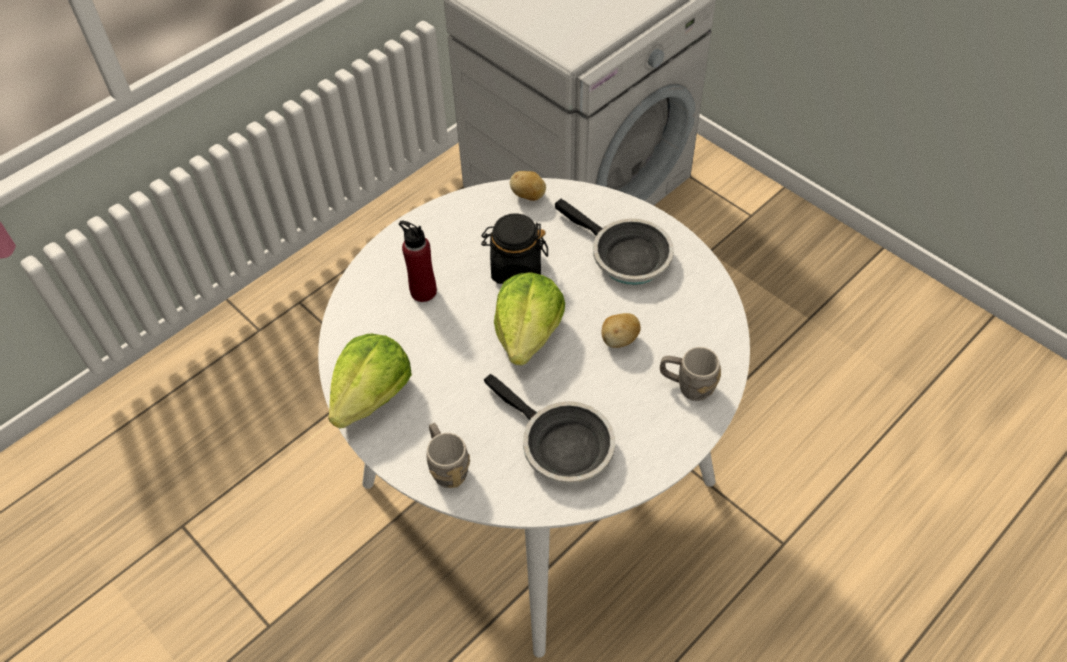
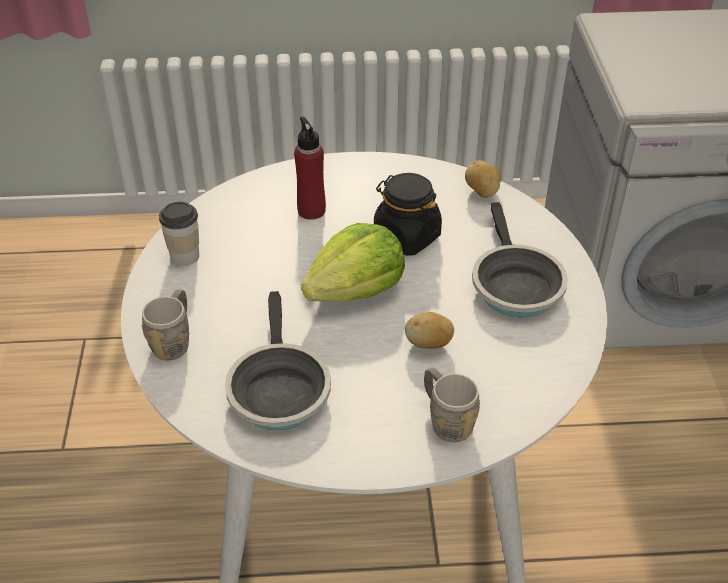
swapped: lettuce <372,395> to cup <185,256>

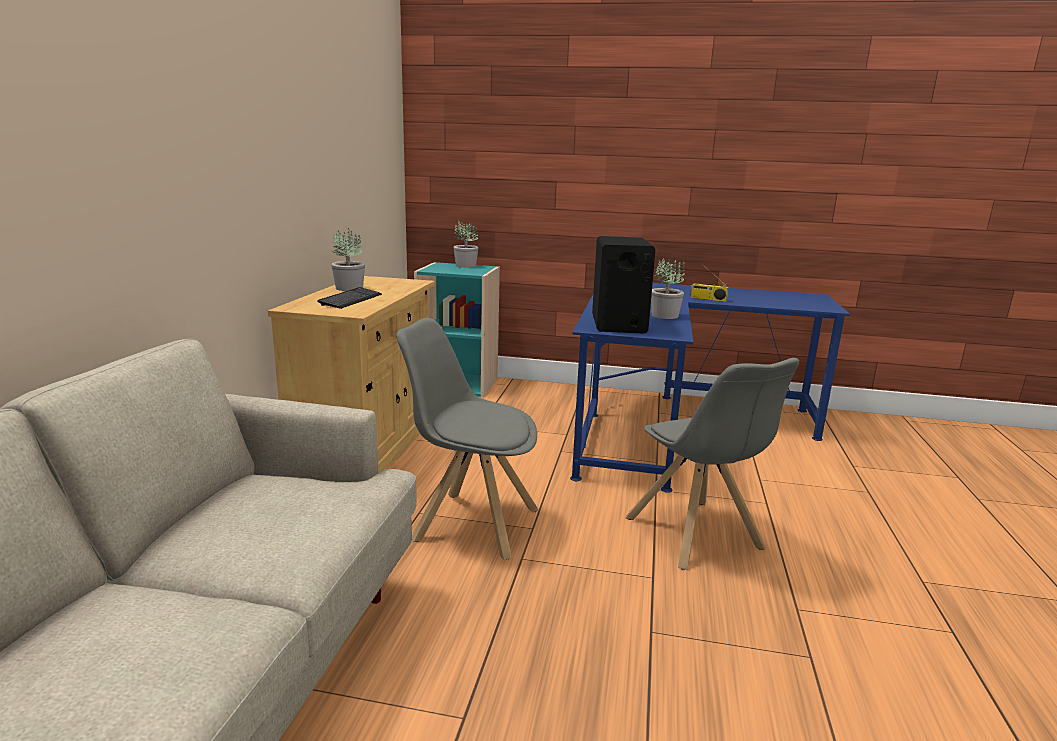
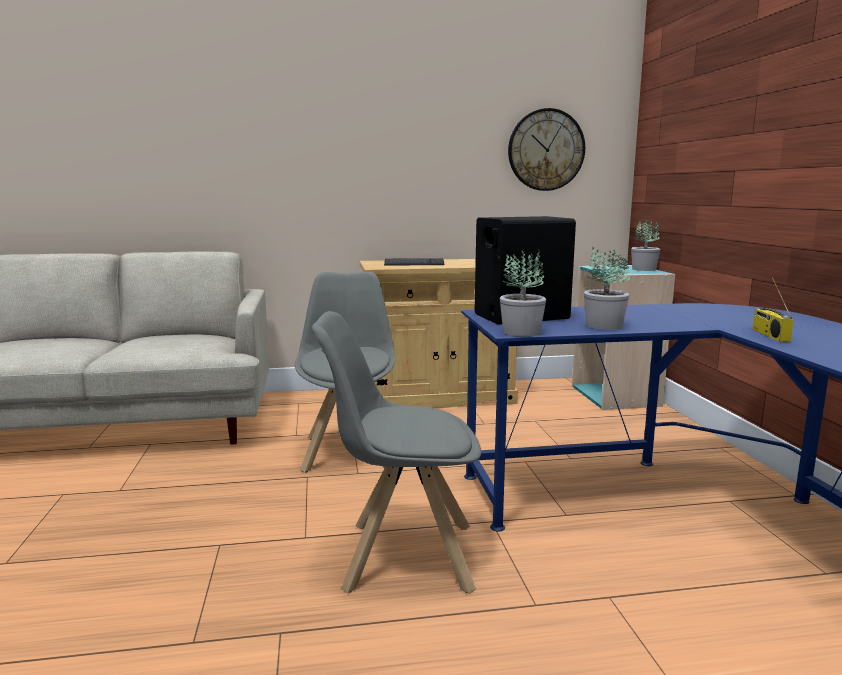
new: wall clock <546,150>
shifted: potted plant <349,288> to <521,332>
rotated: chair (grey) <697,536> = <402,556> 45 degrees clockwise

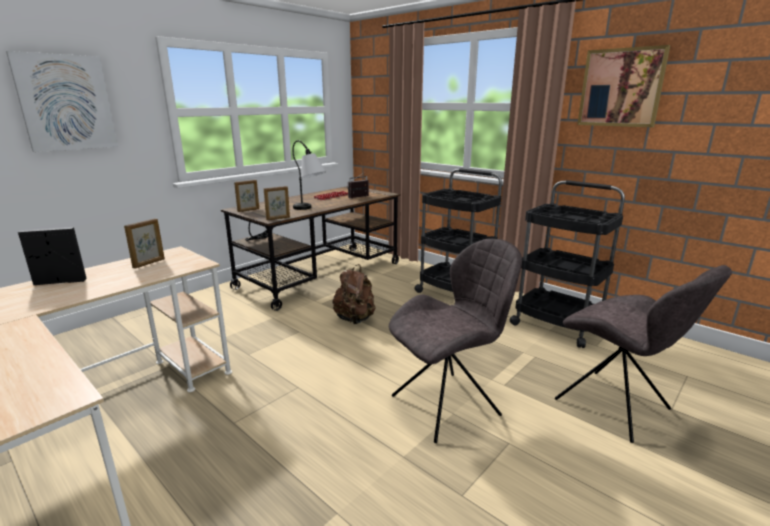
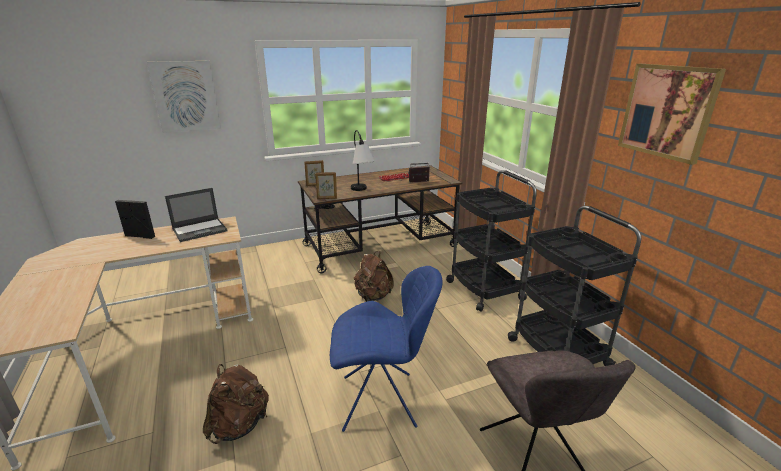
new: backpack (brown) <239,425>
swapped: picture frame <149,263> to laptop <200,230>
repainted: chair (grey) <448,404> to chair (blue) <382,401>

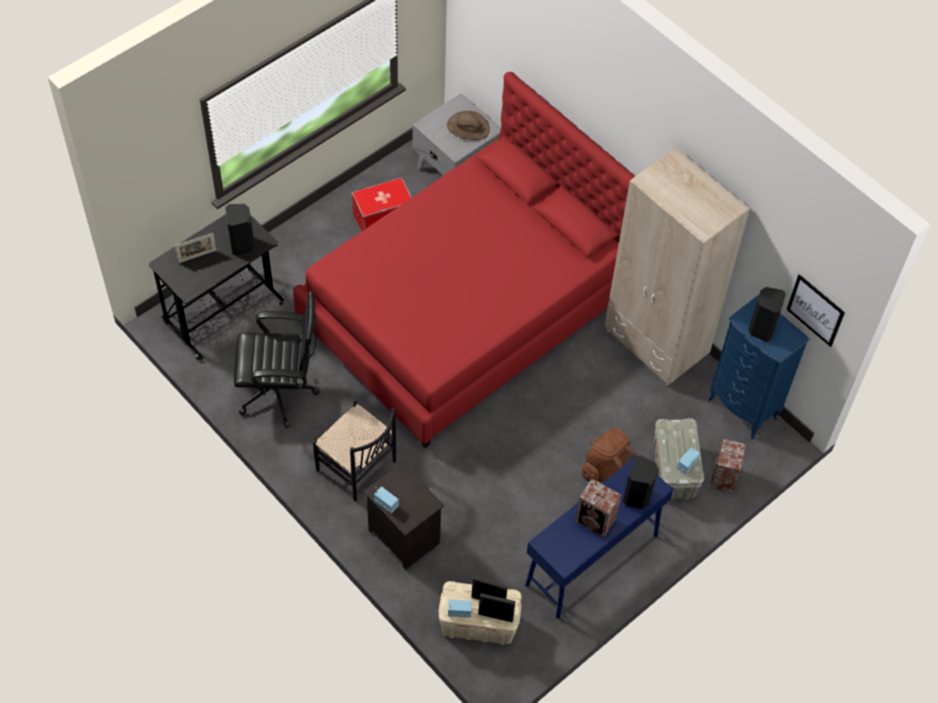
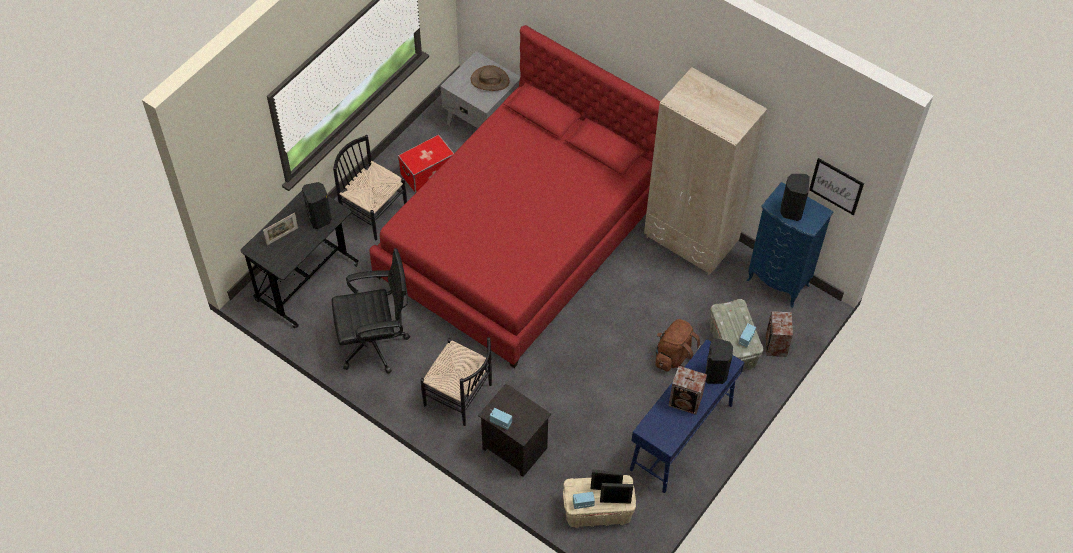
new: chair (black) <372,212>

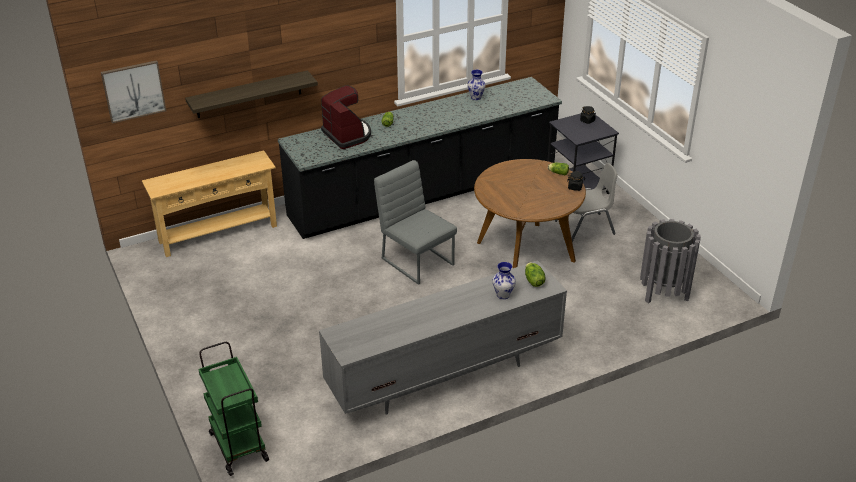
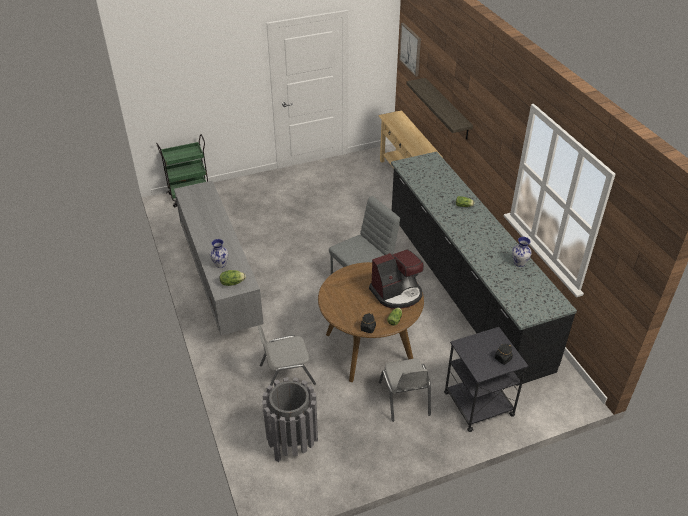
new: chair (grey) <287,374>
shifted: coffee machine <347,135> to <397,293>

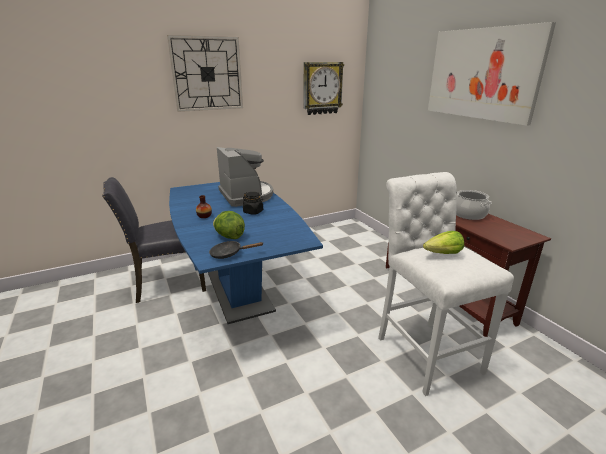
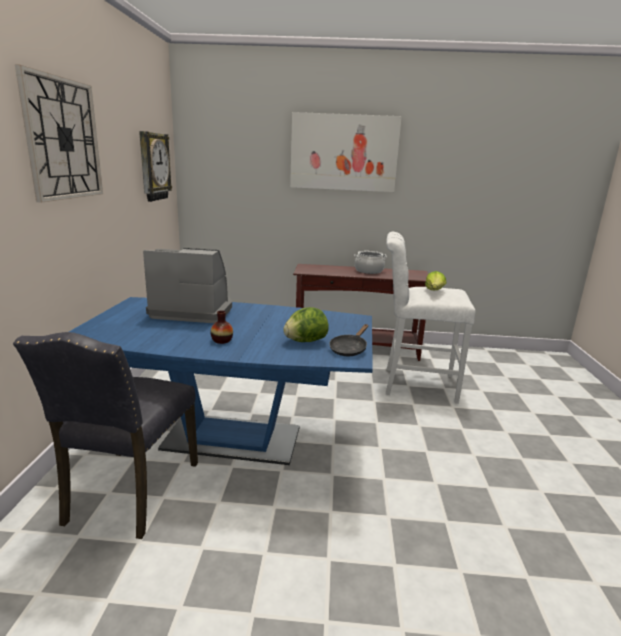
gone: jar (black) <253,212>

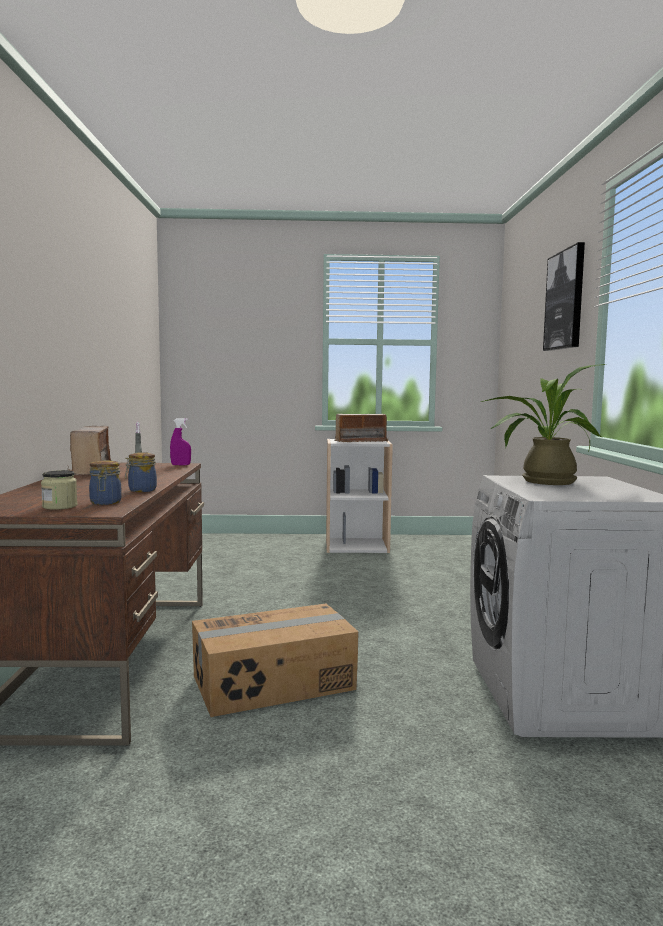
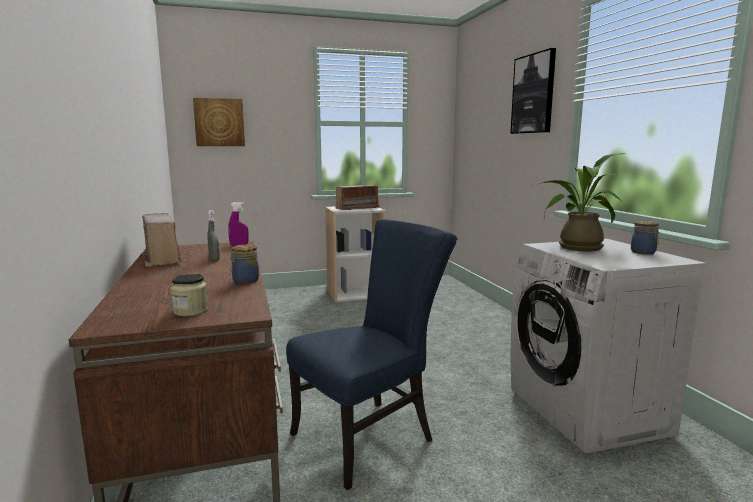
new: picture <219,122>
shifted: jar <105,503> to <644,252>
swapped: cardboard box <274,683> to chair (blue) <370,435>

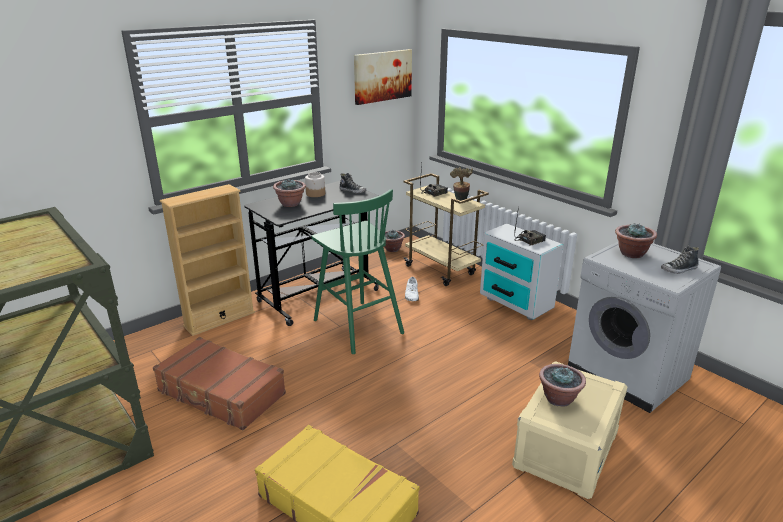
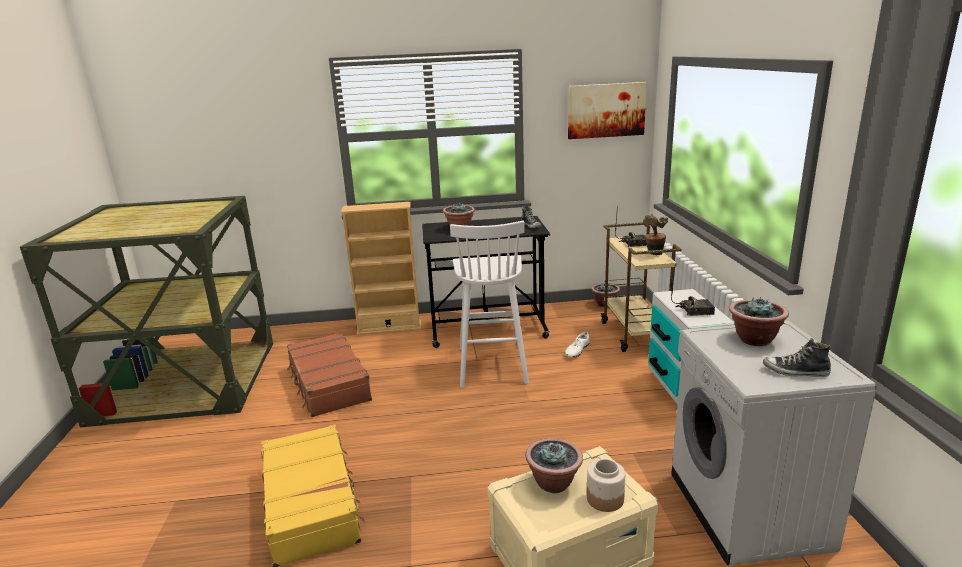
shifted: jar <316,194> to <605,499>
repainted: stool (green) <357,326> to stool (white) <492,364>

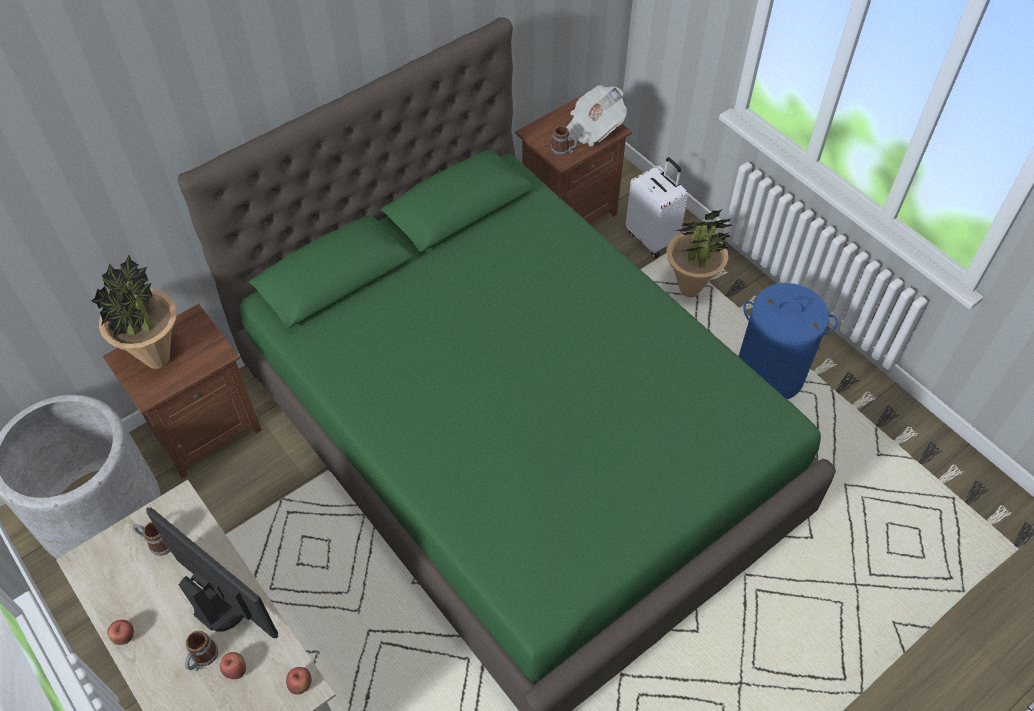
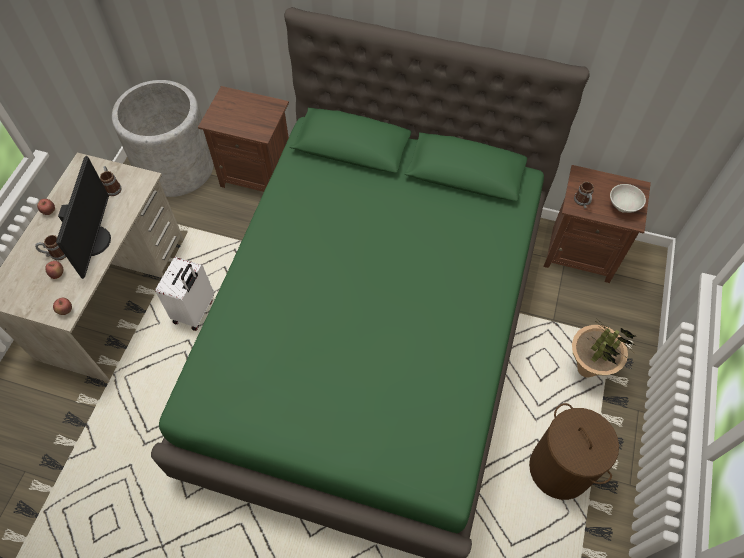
gone: potted plant <158,359>
shifted: suitcase (white) <653,238> to <195,311>
swapped: newspaper <593,128> to bowl (white) <621,207>
repainted: laundry basket (blue) <770,373> to laundry basket (brown) <560,469>

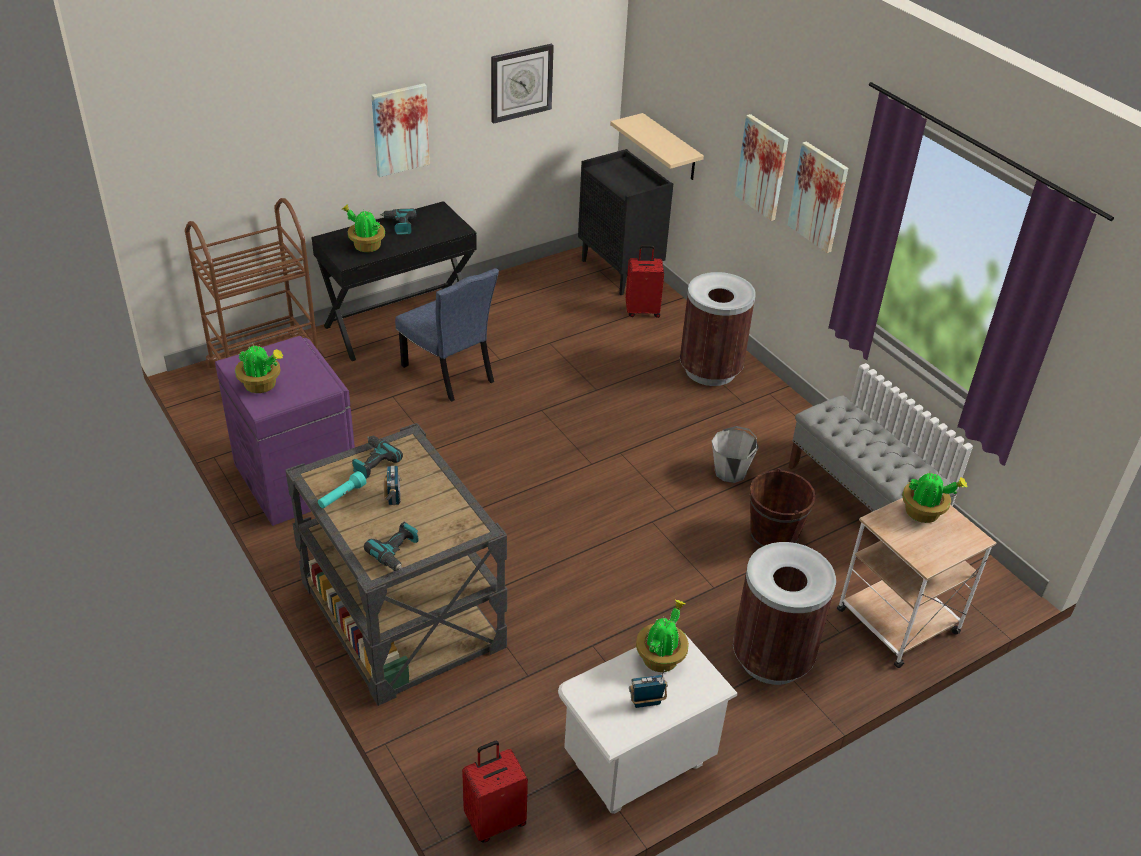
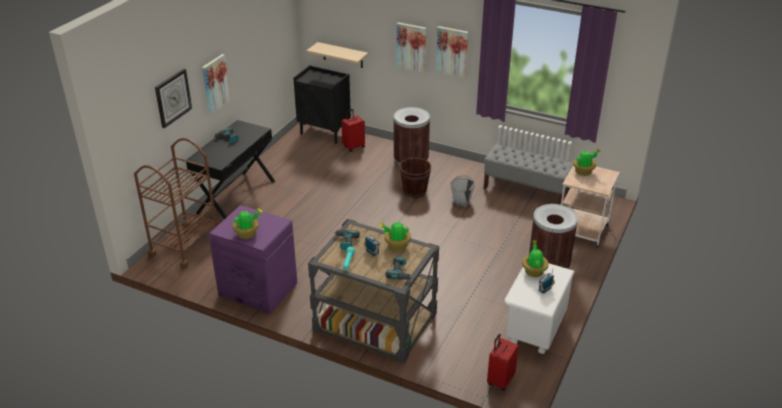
gone: chair (blue) <449,372>
shifted: wall clock <521,82> to <173,98>; potted plant <366,246> to <396,246>; bucket (brown) <773,536> to <414,191>

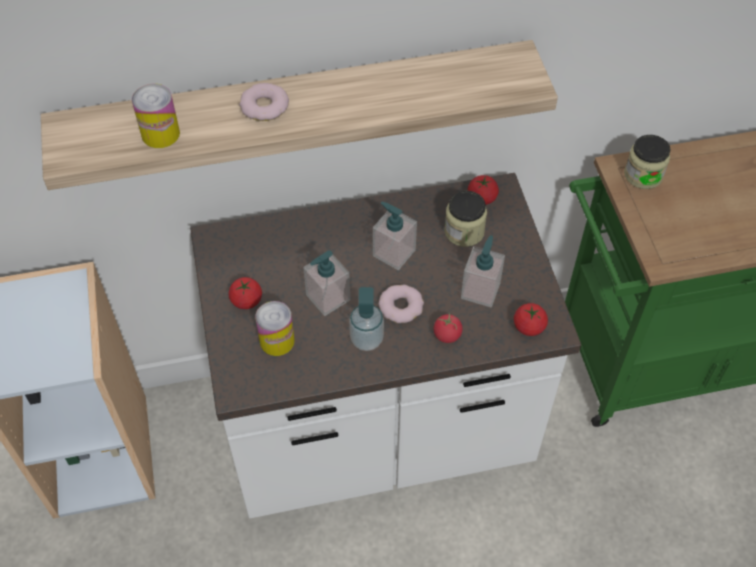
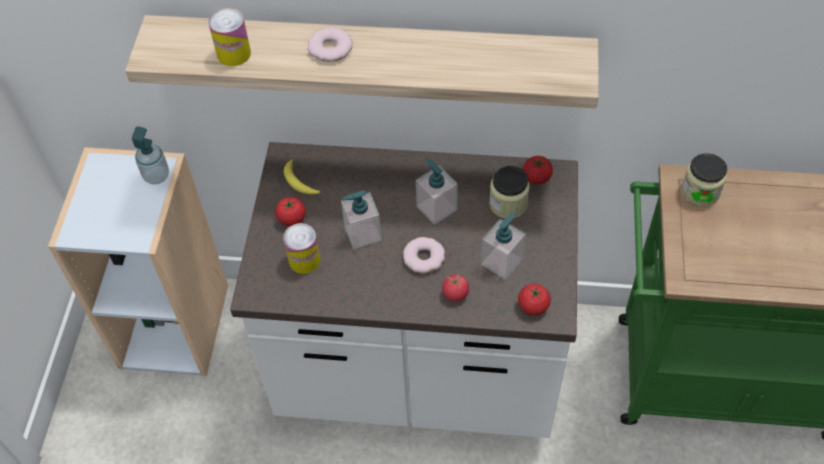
new: banana <299,182>
shifted: soap dispenser <366,339> to <156,176>

